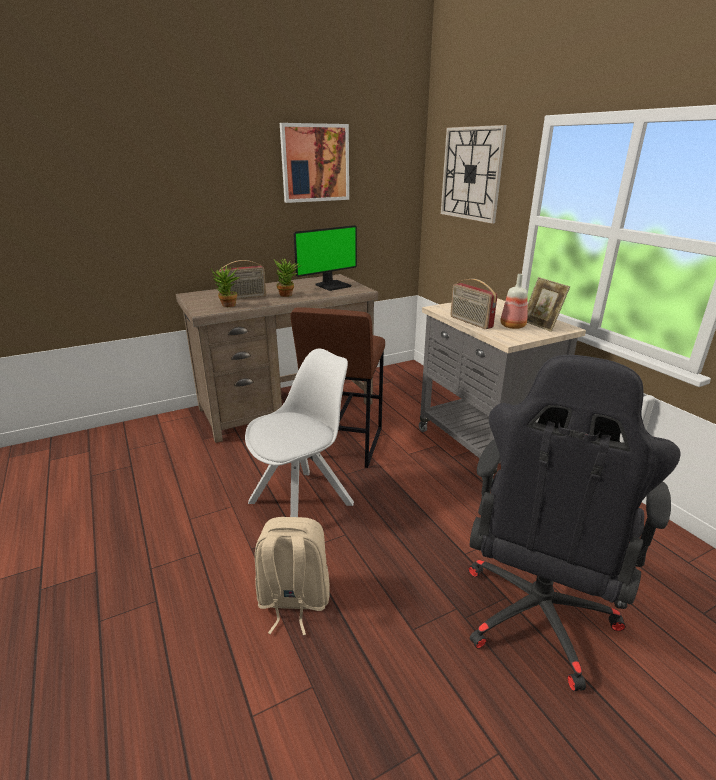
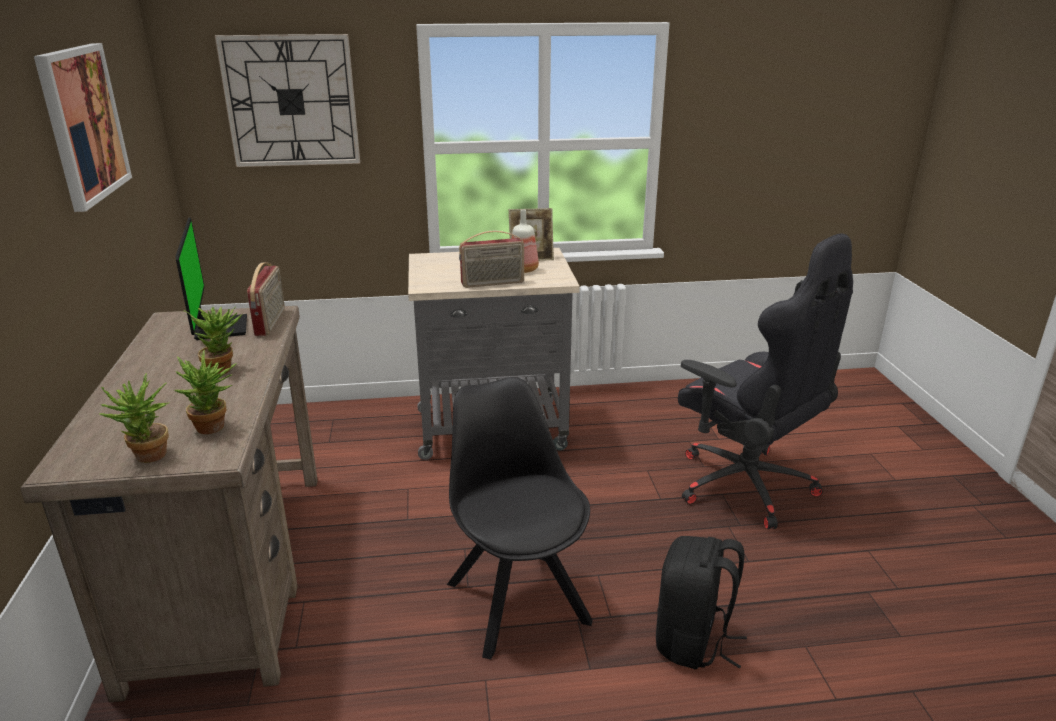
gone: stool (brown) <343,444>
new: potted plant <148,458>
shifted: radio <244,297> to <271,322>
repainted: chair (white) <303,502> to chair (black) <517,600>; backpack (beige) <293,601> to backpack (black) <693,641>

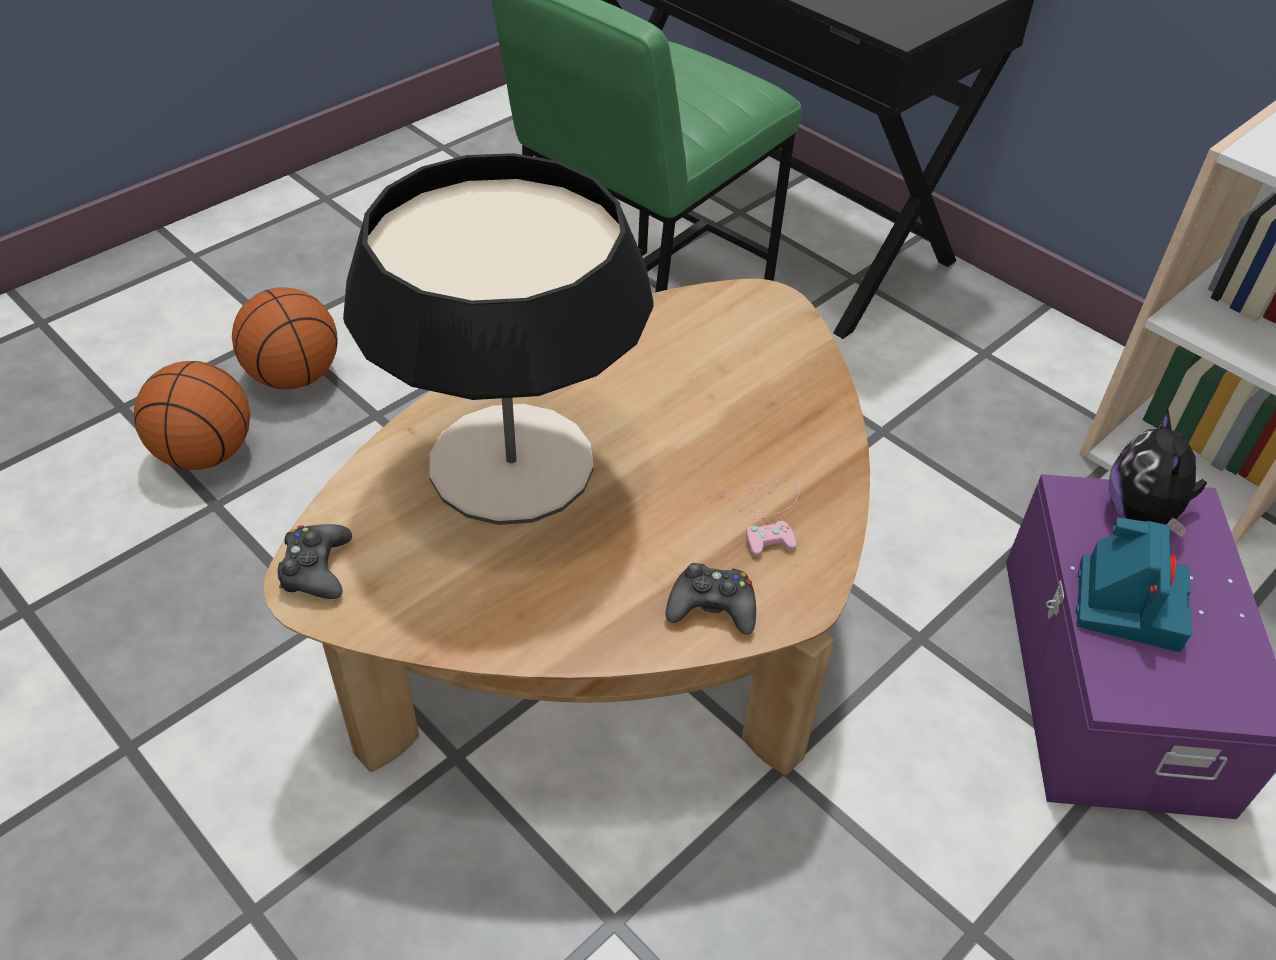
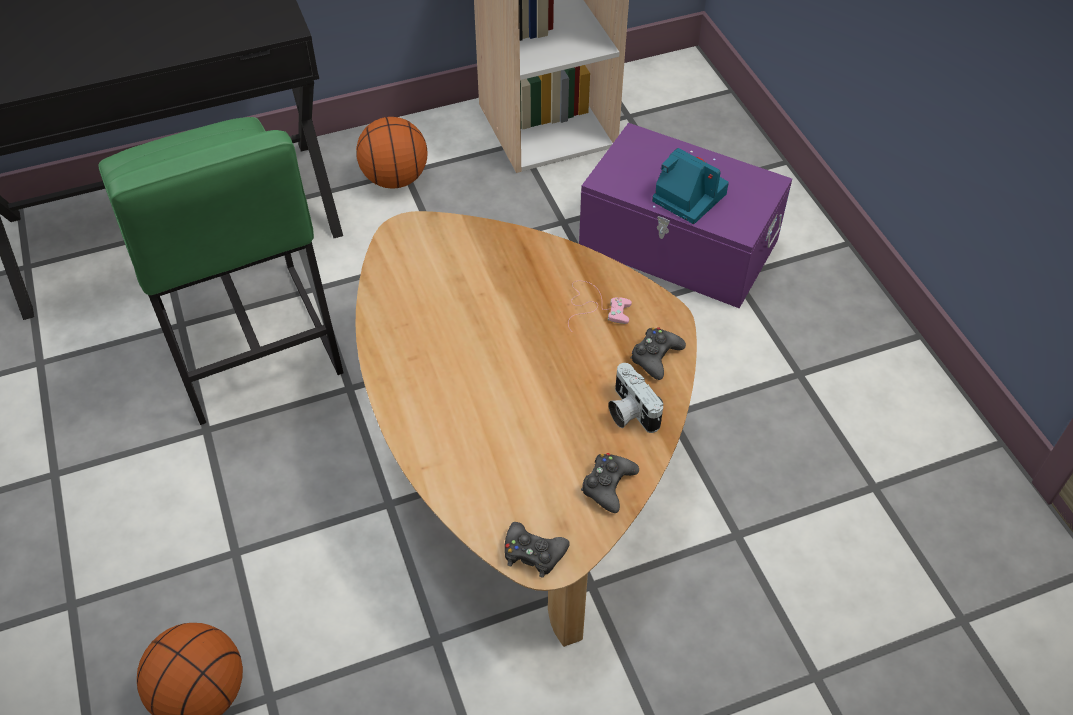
gone: table lamp <511,463>; plush toy <1141,515>
new: game controller (black) <608,485>; photo camera <629,411>
shifted: basketball <295,376> to <395,179>

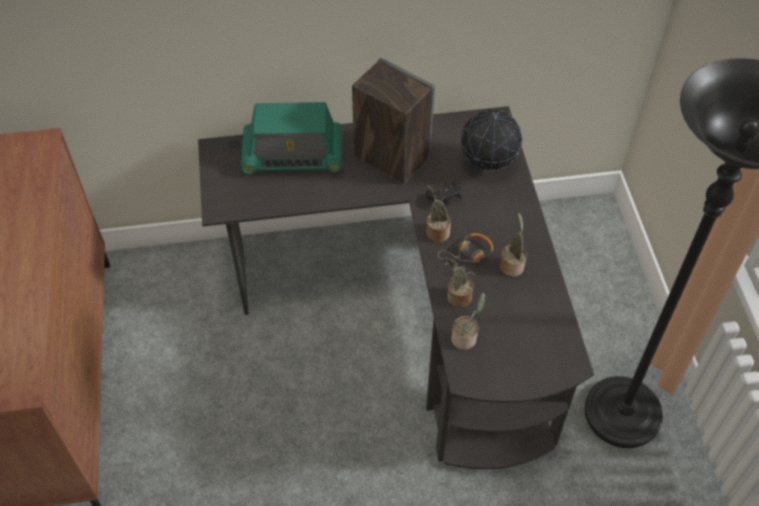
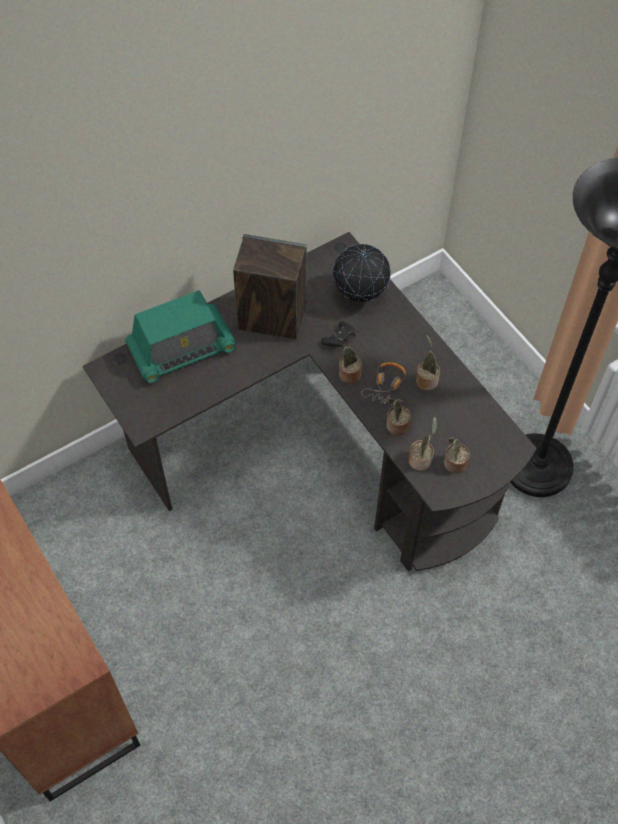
new: potted plant <453,464>

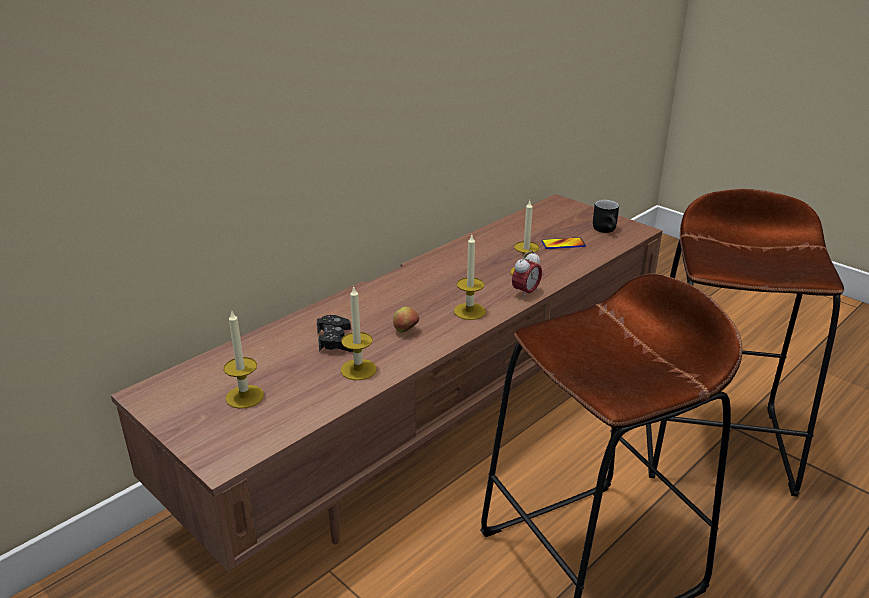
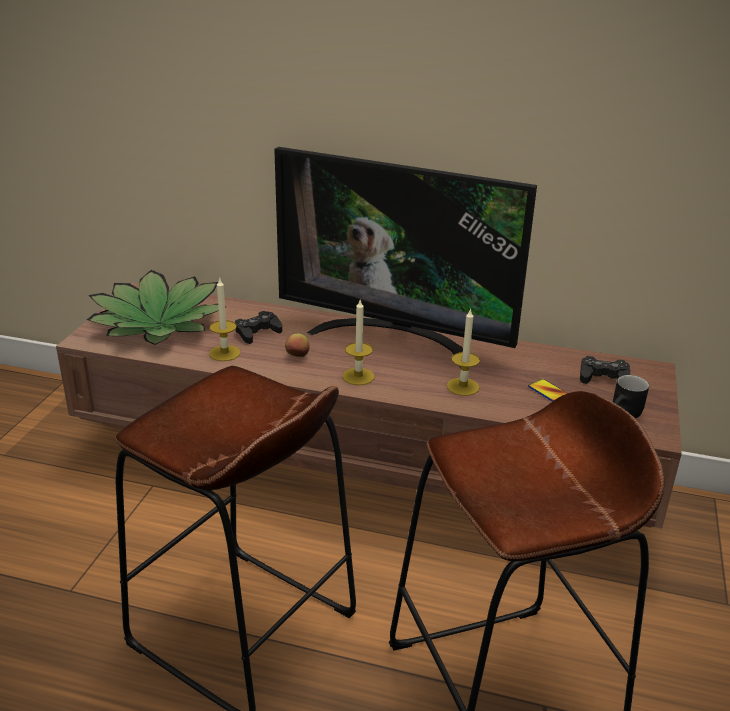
gone: alarm clock <525,293>
new: television <396,337>; game controller (black) <603,377>
swapped: candle <244,396> to potted plant <159,323>

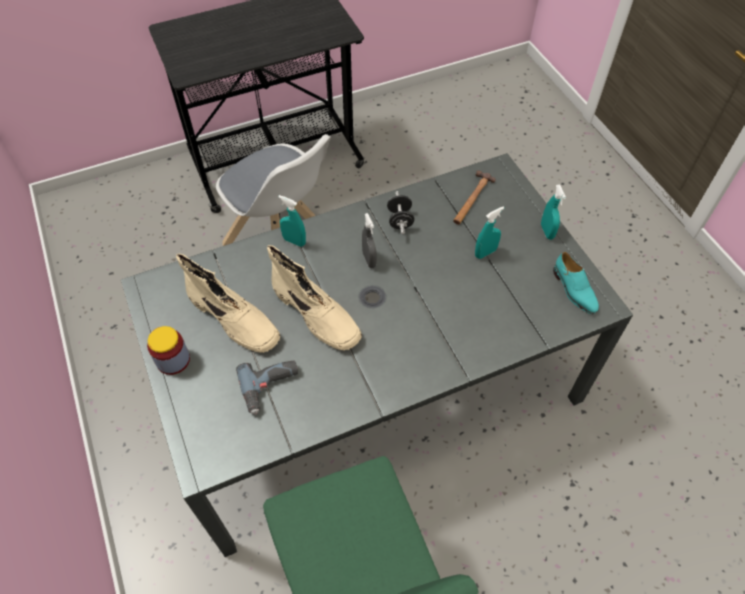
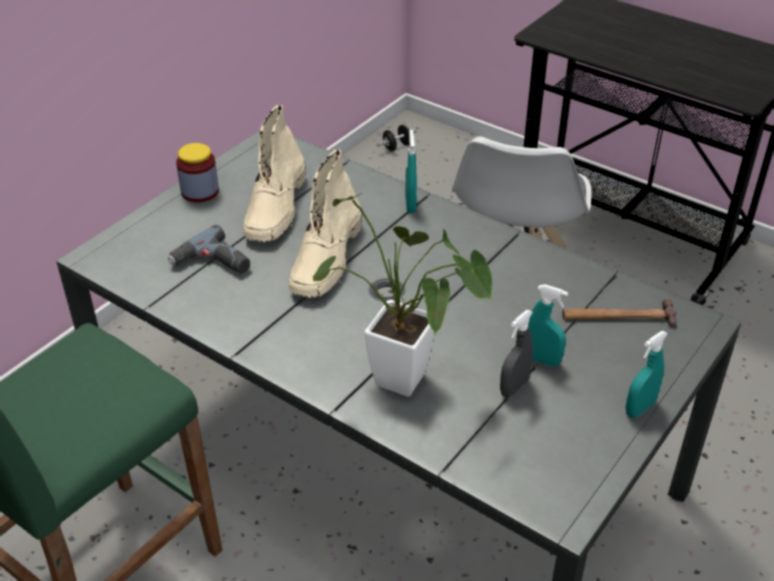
gone: shoe (turquoise) <574,290>
new: potted plant <411,384>
shifted: dumbbell (black) <400,220> to <397,147>; spray bottle (grey) <369,259> to <514,387>

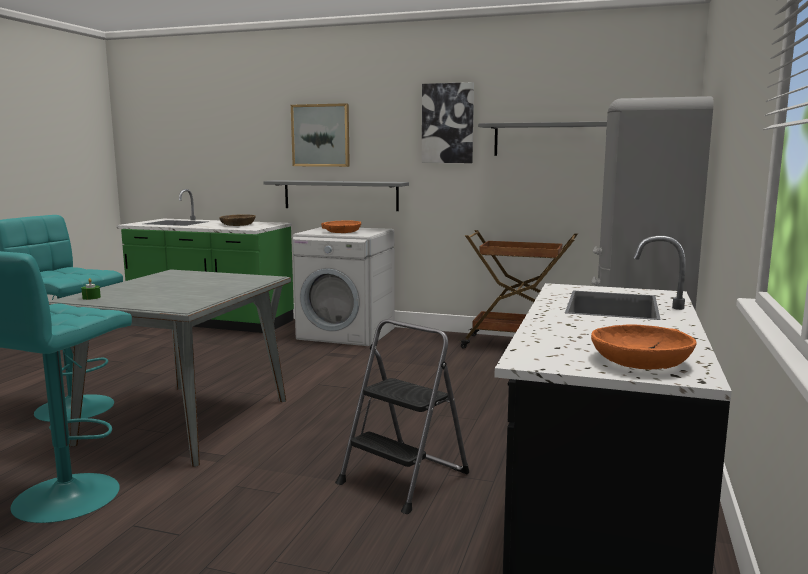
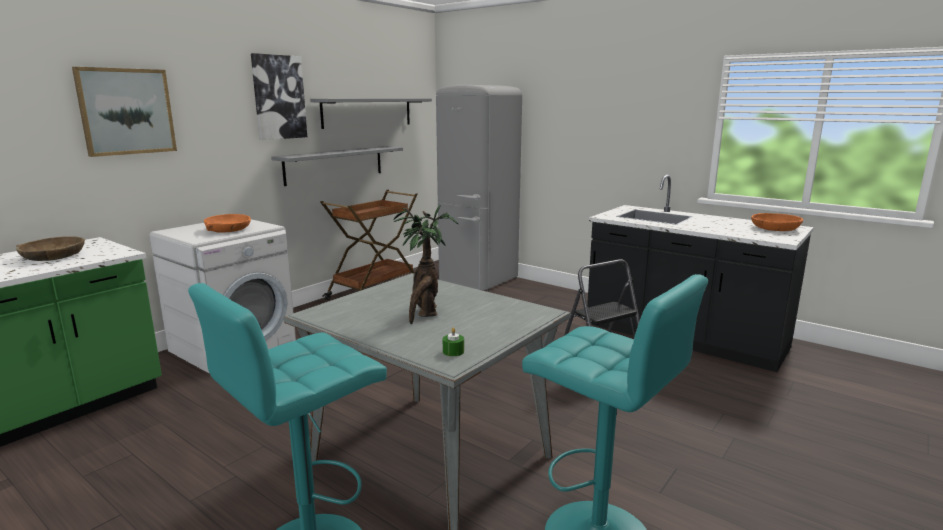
new: potted plant <425,314>
shifted: shelf (grey) <340,195> to <334,165>

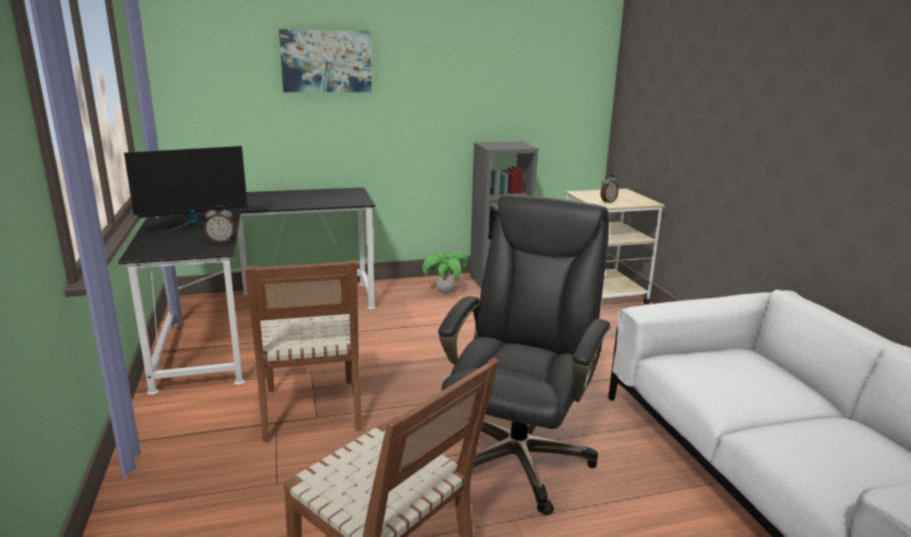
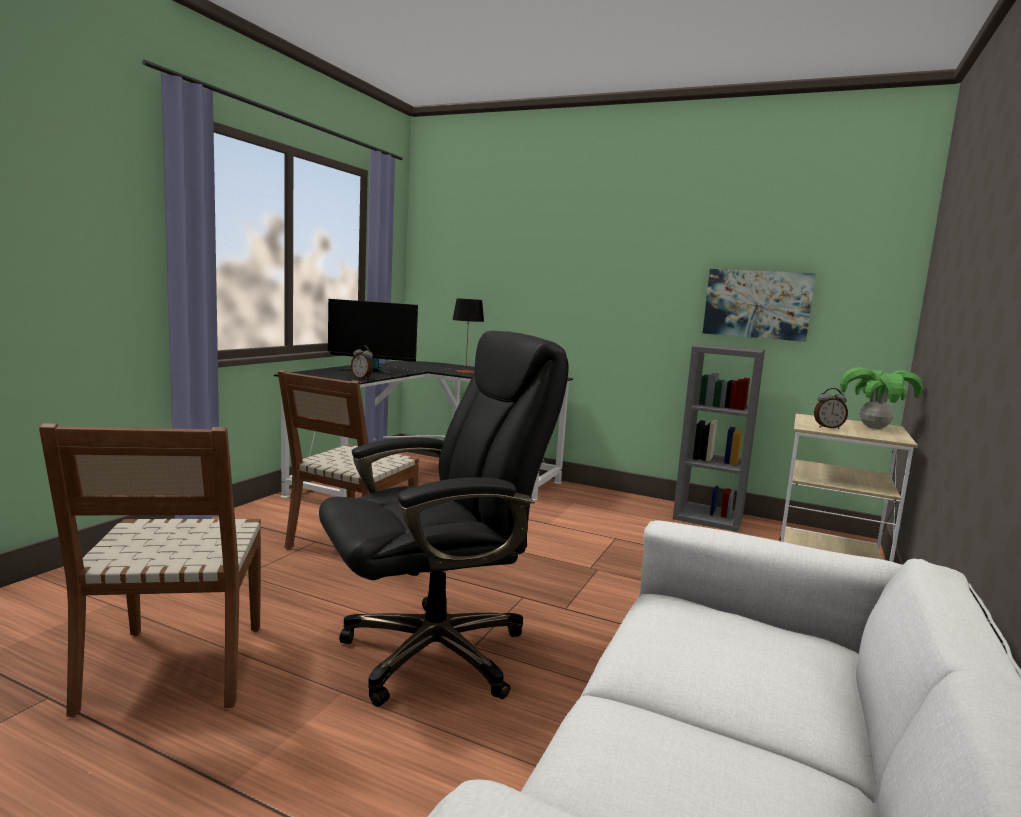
new: table lamp <465,371>
shifted: picture <326,61> to <757,304>; potted plant <444,291> to <874,427>

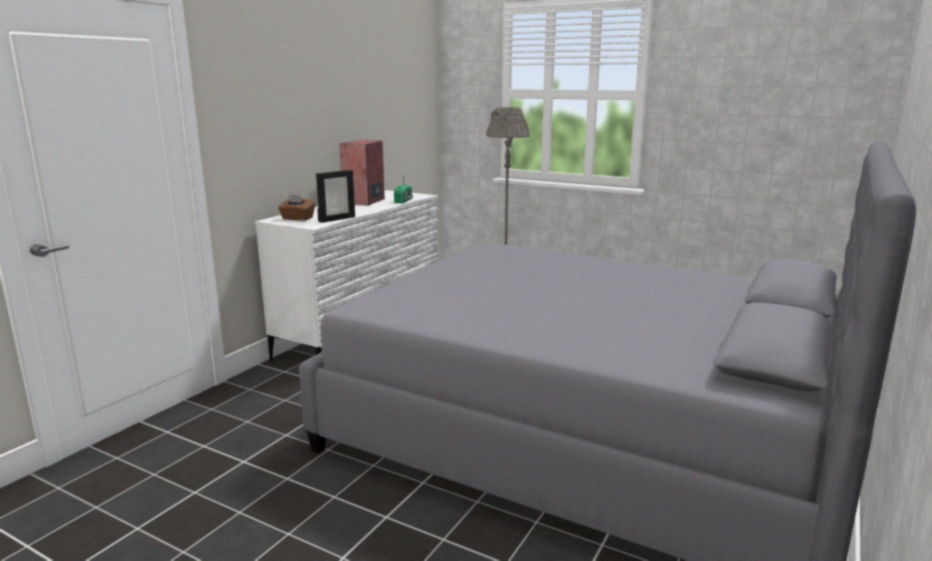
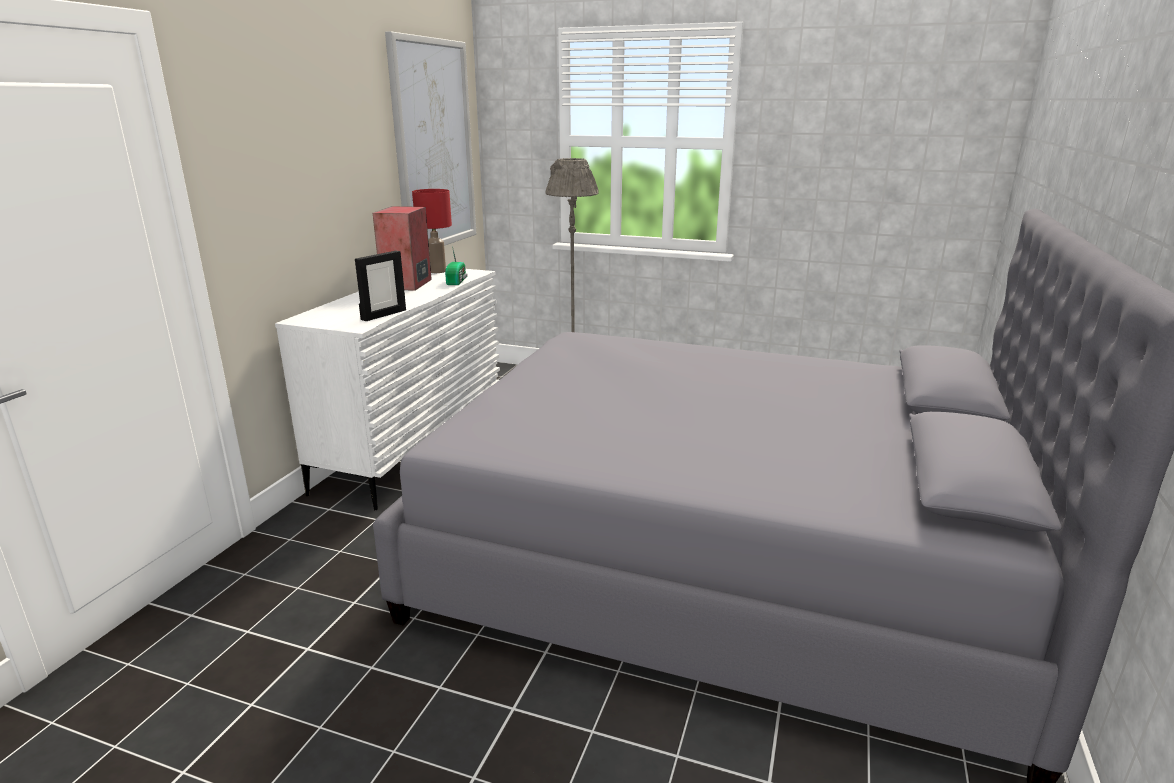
gone: tissue box (brown) <297,218>
new: picture <434,146>; table lamp (red) <437,271>

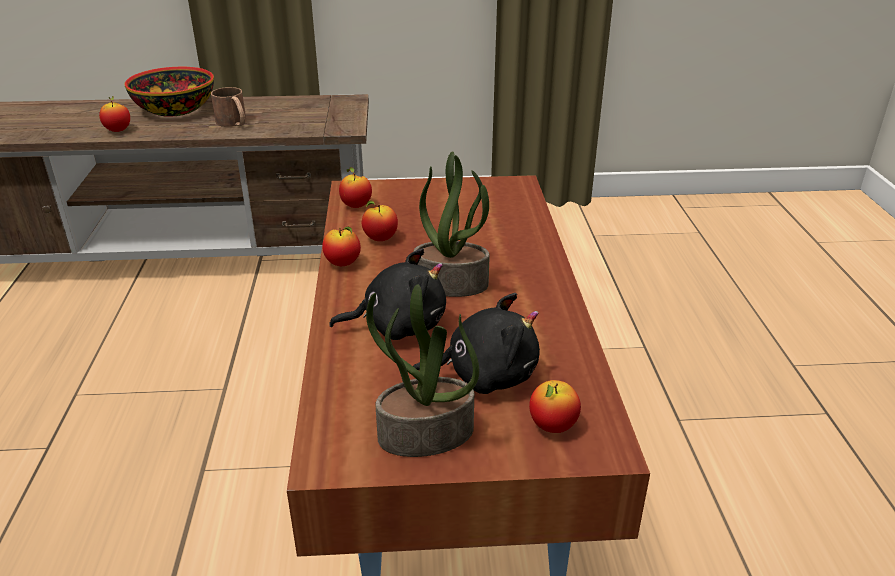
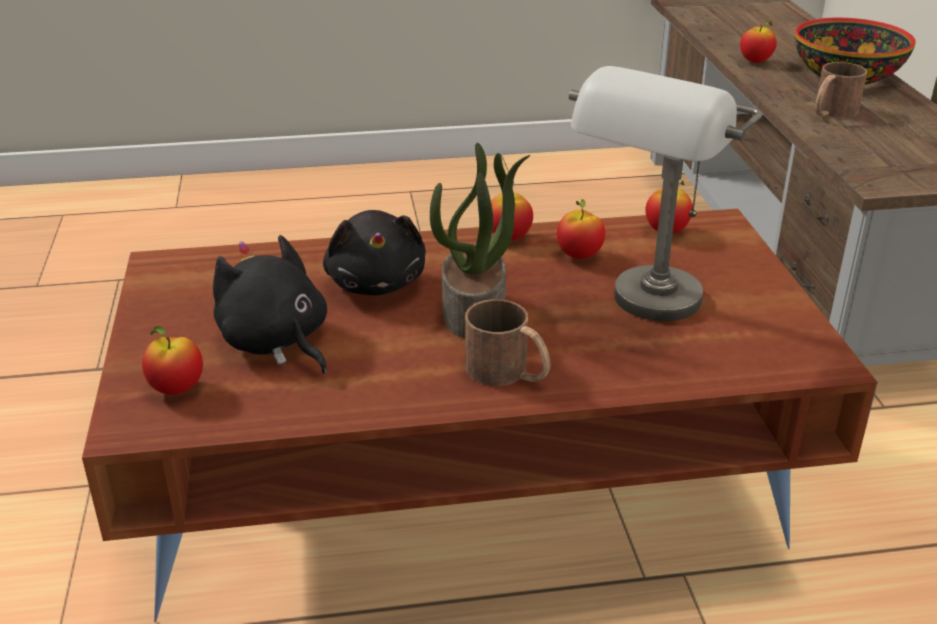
gone: potted plant <425,436>
new: mug (brown) <509,373>; table lamp (grey) <646,312>
rotated: plush toy (black) <485,375> = <276,342> 150 degrees clockwise

